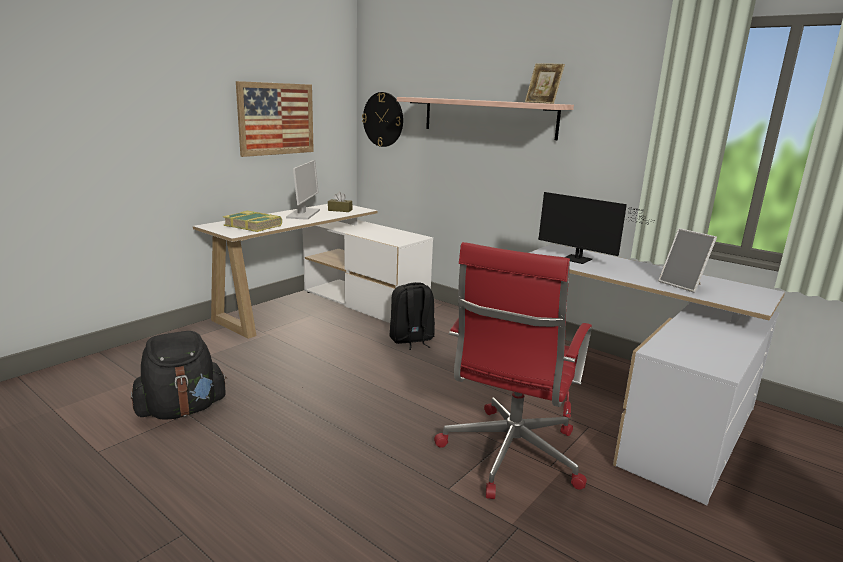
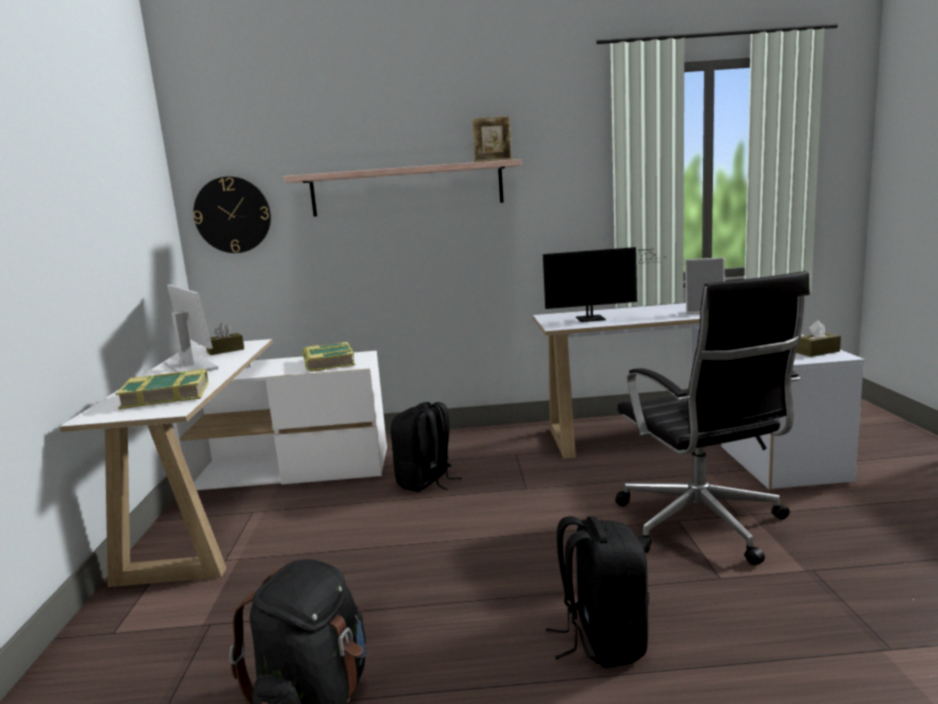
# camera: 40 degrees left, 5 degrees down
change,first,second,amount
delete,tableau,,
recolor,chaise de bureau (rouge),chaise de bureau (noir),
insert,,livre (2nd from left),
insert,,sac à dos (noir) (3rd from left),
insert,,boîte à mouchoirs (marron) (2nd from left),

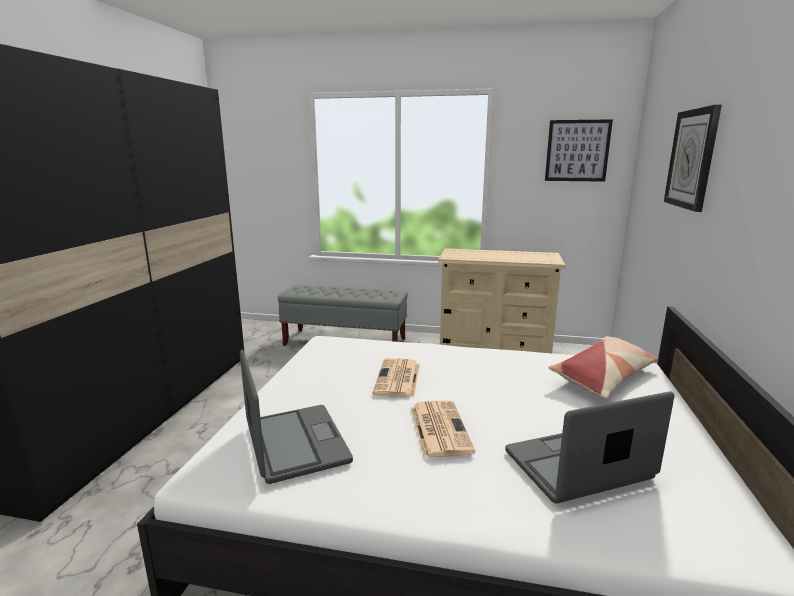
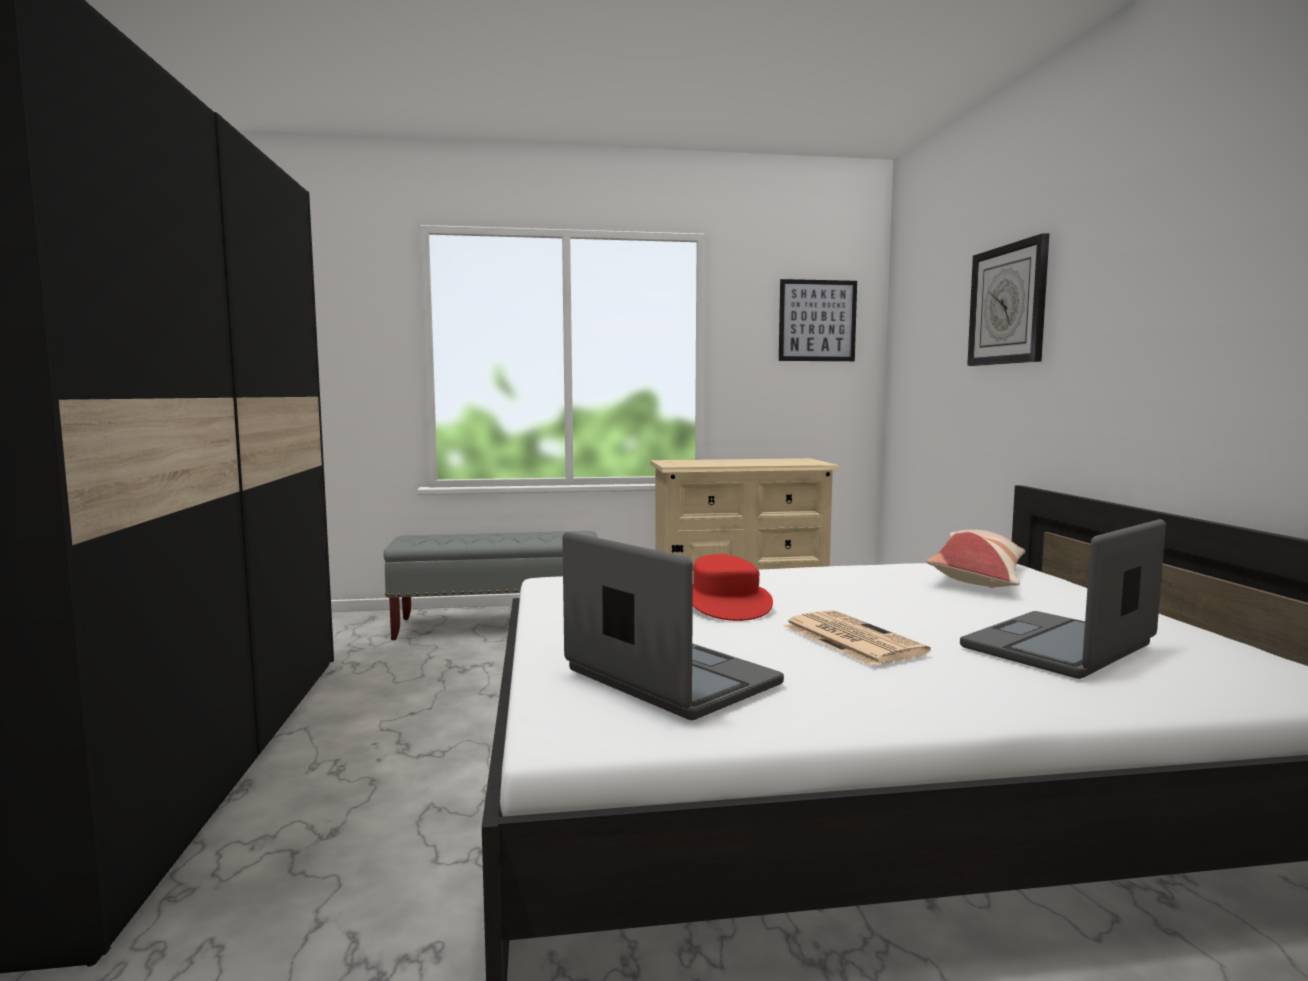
# camera: 20 degrees left, 10 degrees down
change,first,second,amount
replace,journal (1st from left),chapeau (rouge),

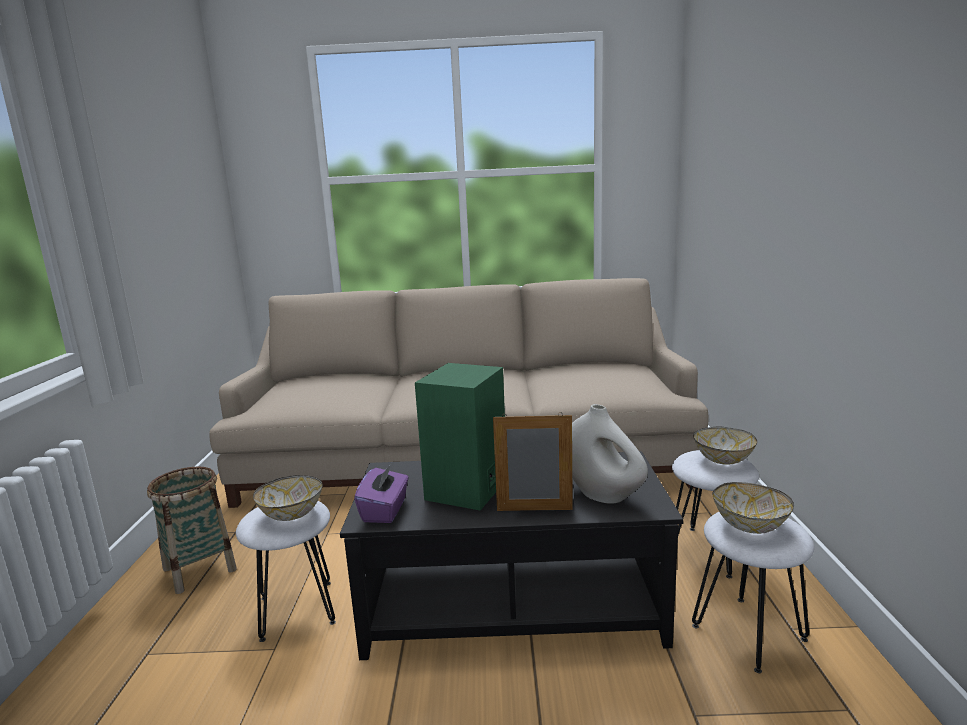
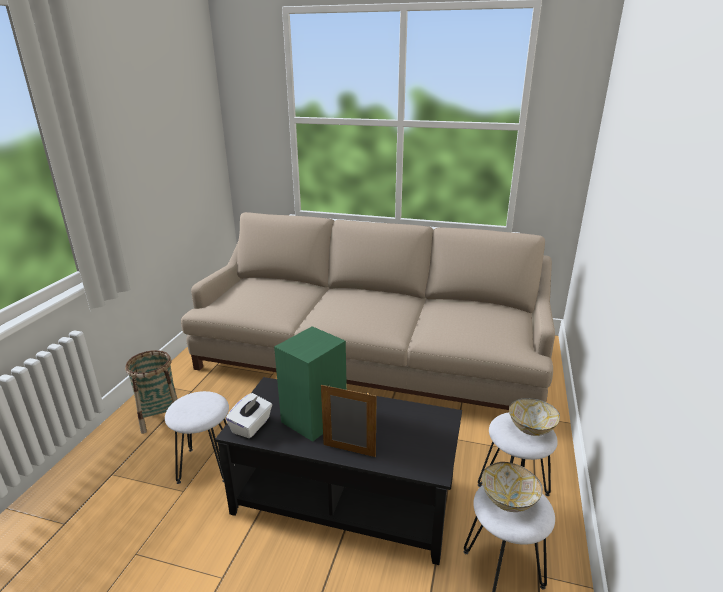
# camera: 15 degrees right, 10 degrees up
change,first,second,amount
delete,bol (1st from left),,
recolor,boîte à mouchoirs (violet),boîte à mouchoirs (blanc),
delete,vase (blanc),,

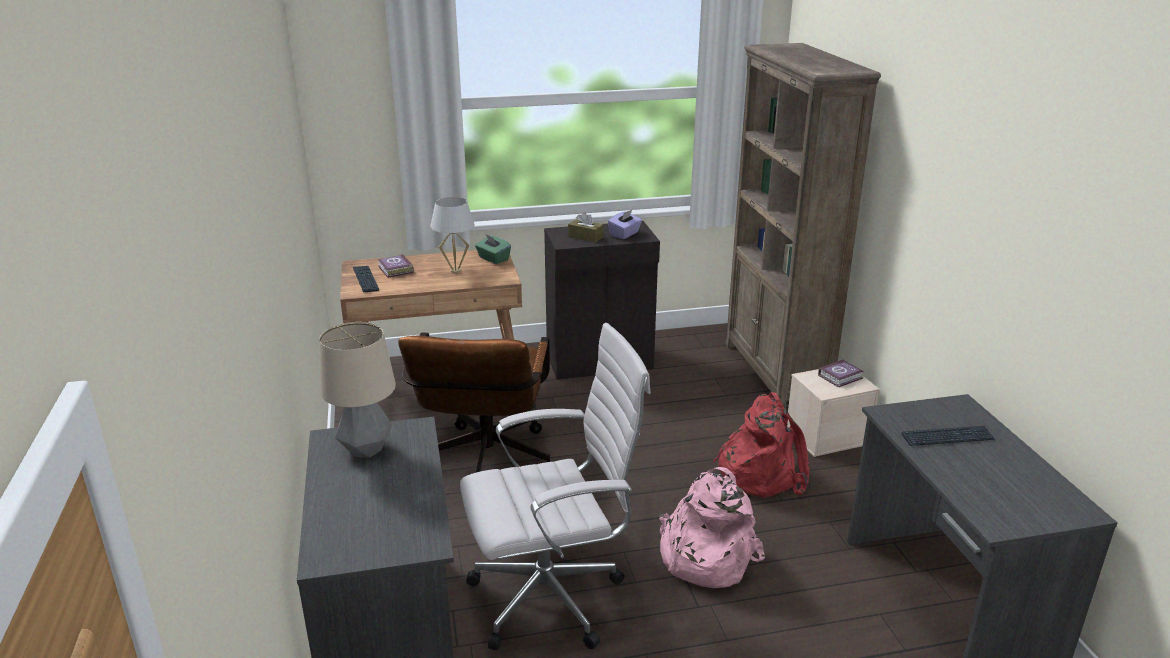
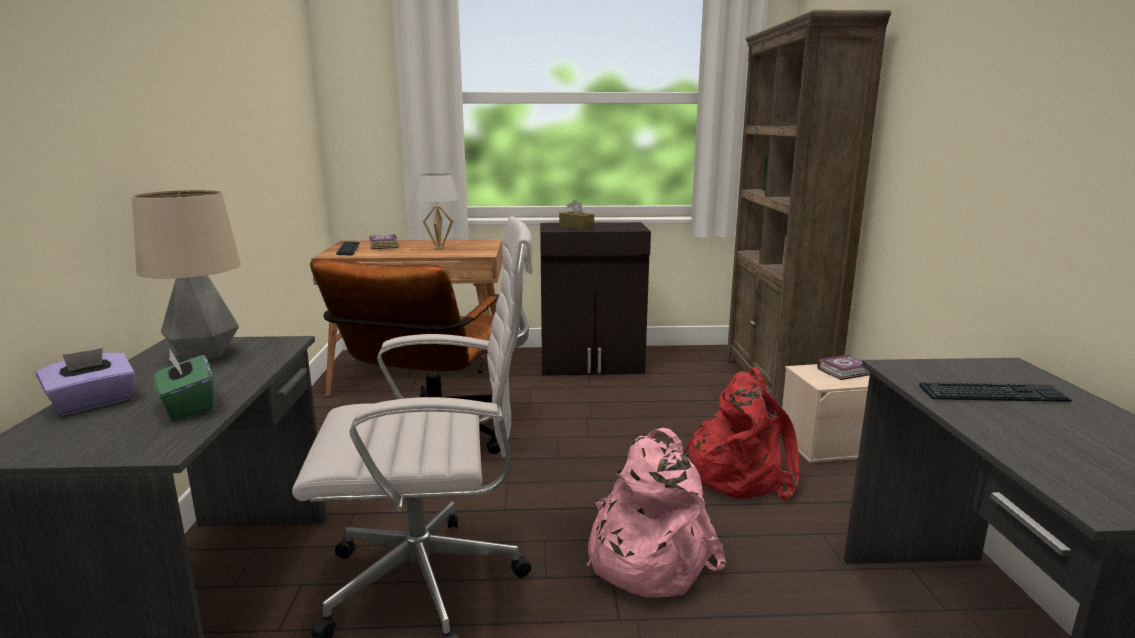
# camera: 10 degrees right, 10 degrees down
change,first,second,amount
move,boîte à mouchoirs (vert),,
move,boîte à mouchoirs (violet),,

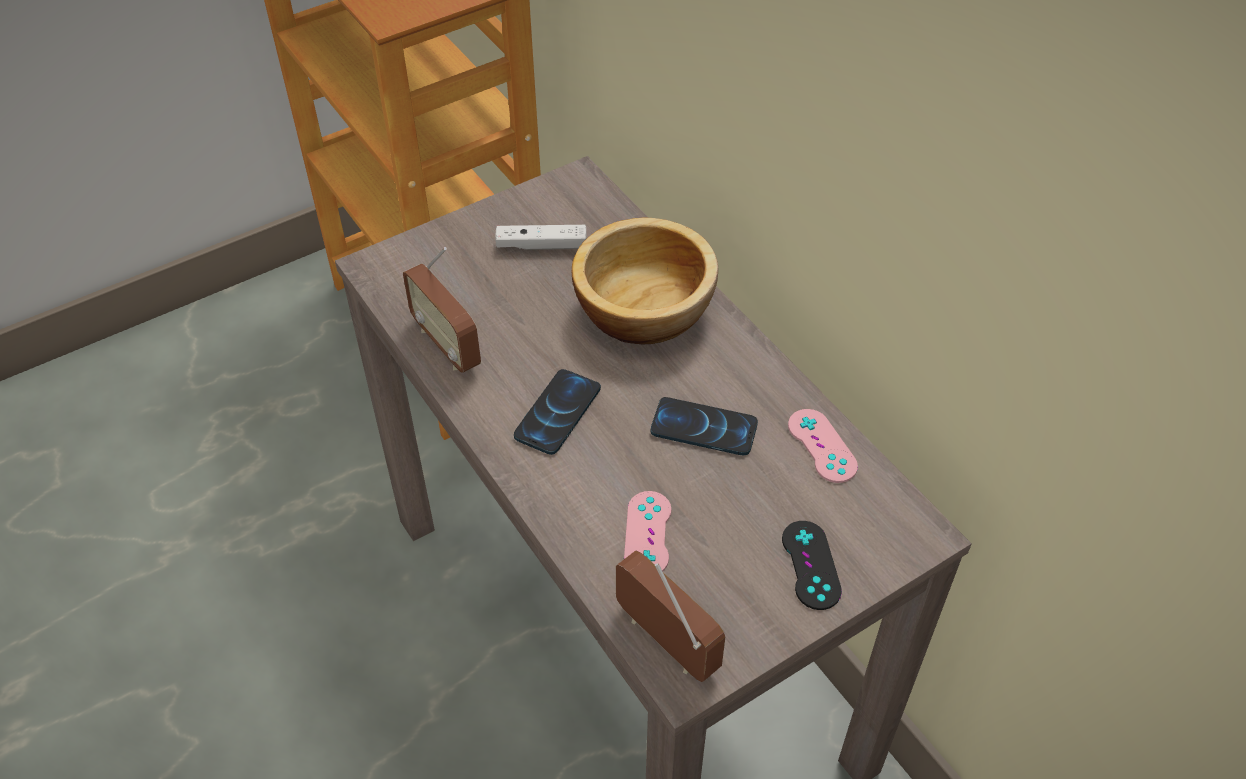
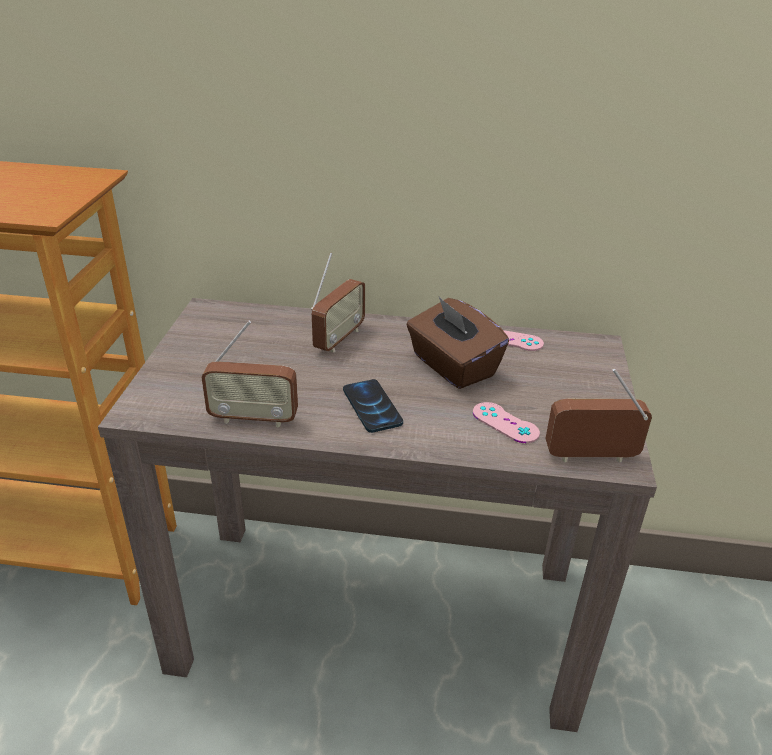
# camera: 50 degrees left, 15 degrees down
change,first,second,amount
delete,manette (blanc),,
replace,bol,radio (2nd from left),
replace,téléphone (2nd from left),boîte à mouchoirs (marron),
delete,manette (noir),,

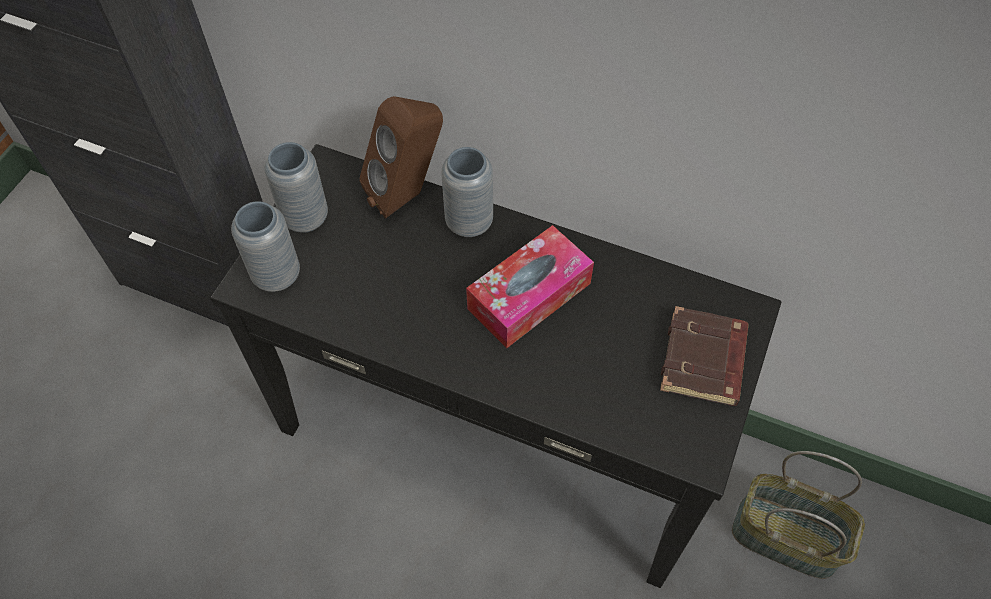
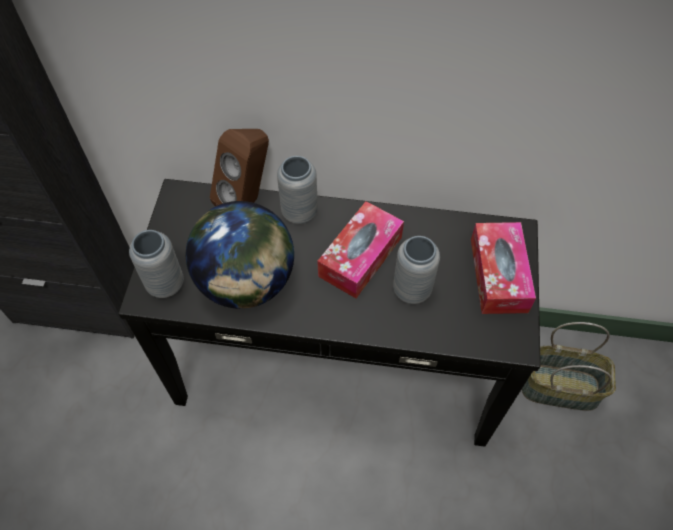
# camera: 15 degrees left, 0 degrees up
change,first,second,amount
move,vase (gris) (2nd from left in the first image),vase (gris) (3rd from left),
replace,livre (marron),boîte à mouchoirs (2nd from left),
insert,,globe,

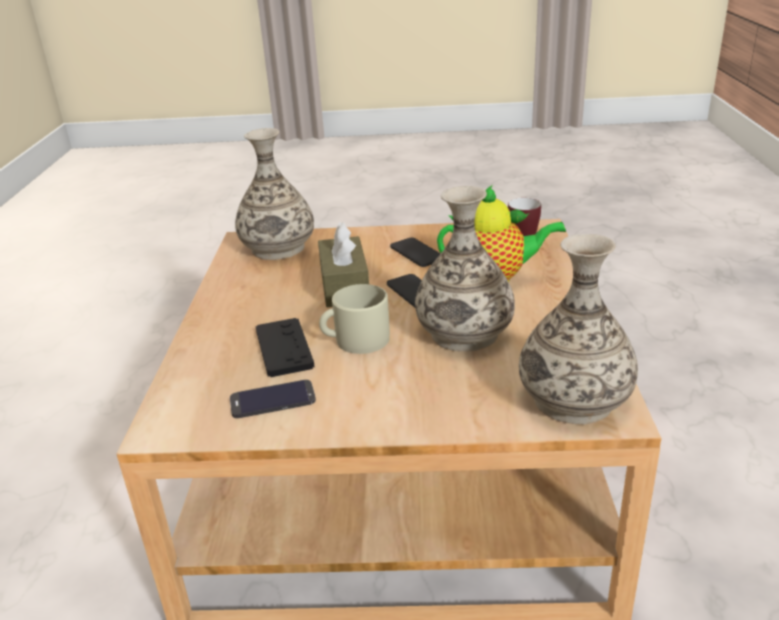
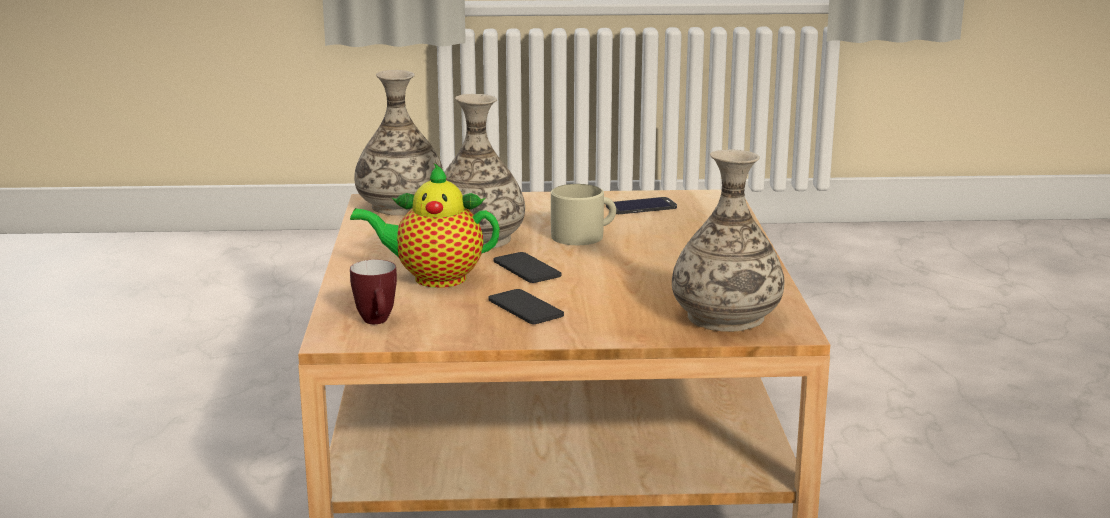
# camera: 175 degrees right, 10 degrees down
change,first,second,amount
delete,manette (noir),,
delete,boîte à mouchoirs (marron),,

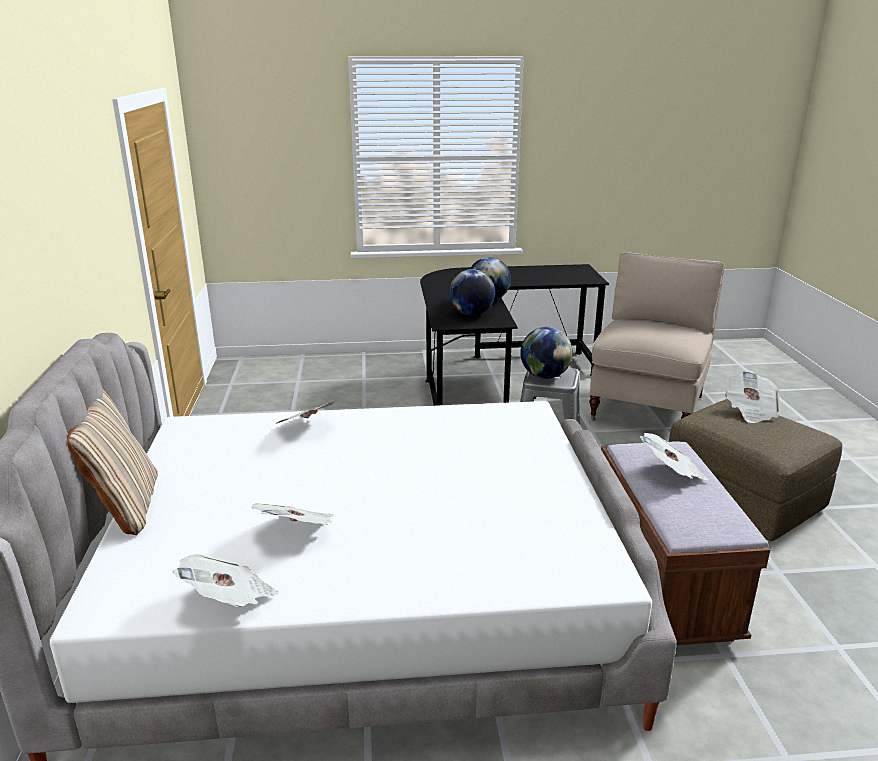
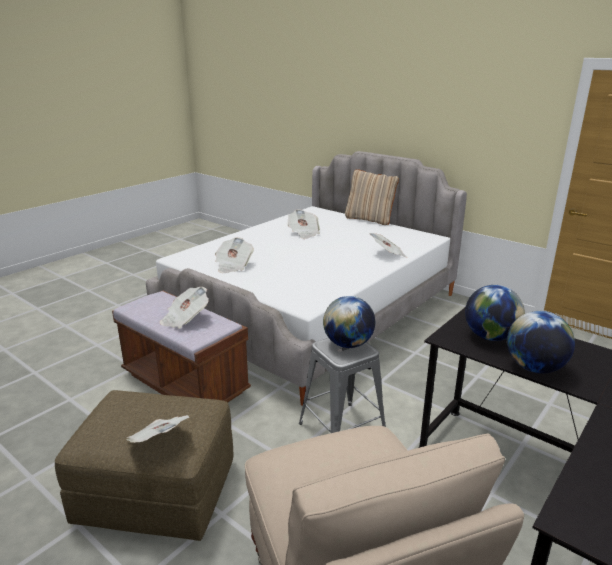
# camera: 135 degrees right, 0 degrees up
change,first,second,amount
move,journal (1st from left in the first image),journal (3rd from left),

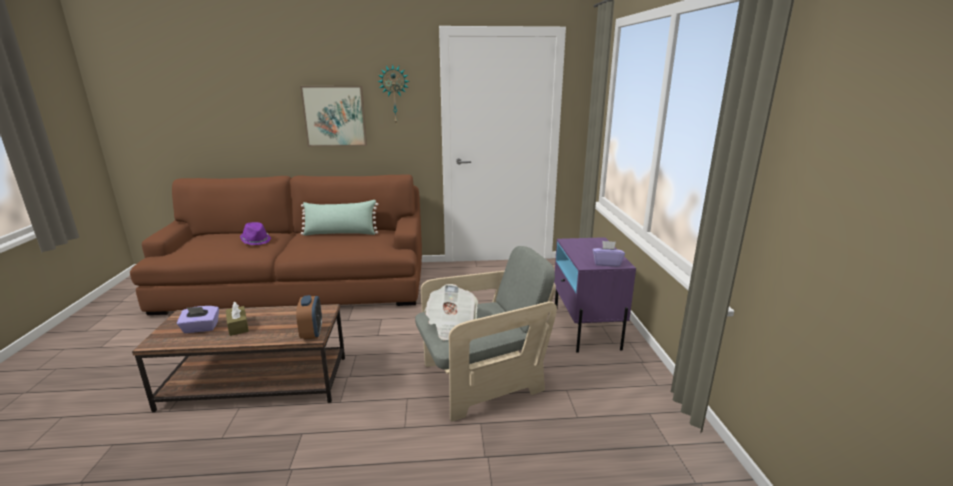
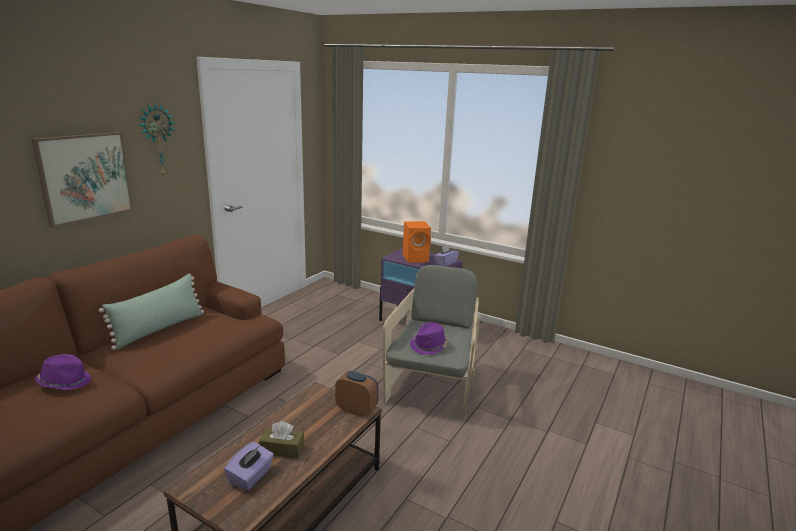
# camera: 55 degrees left, 0 degrees up
change,first,second,amount
replace,journal,chapeau (violet) (2nd from left),
insert,,enceinte (orange),

